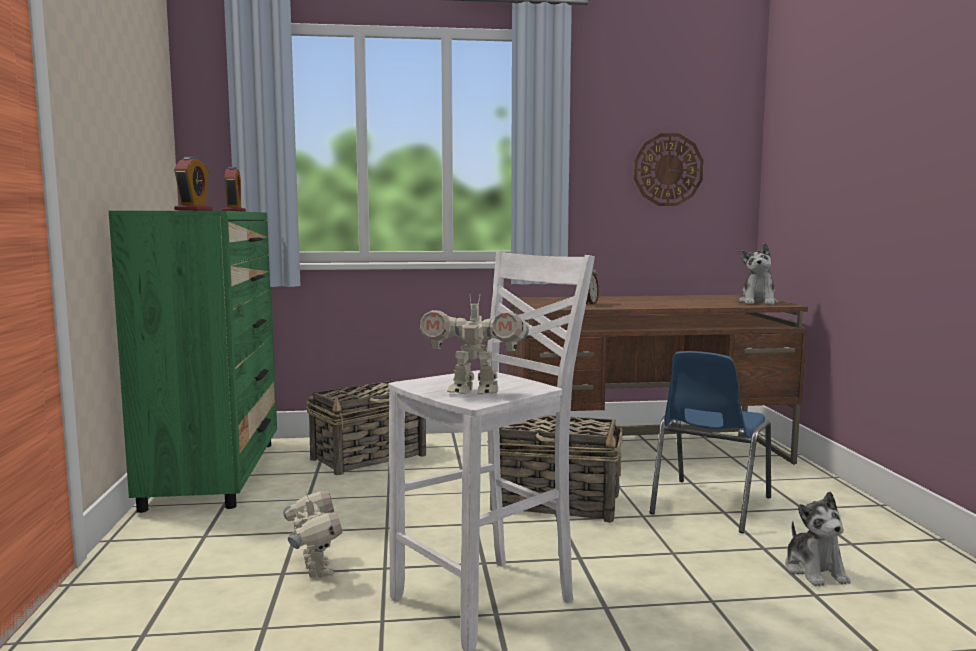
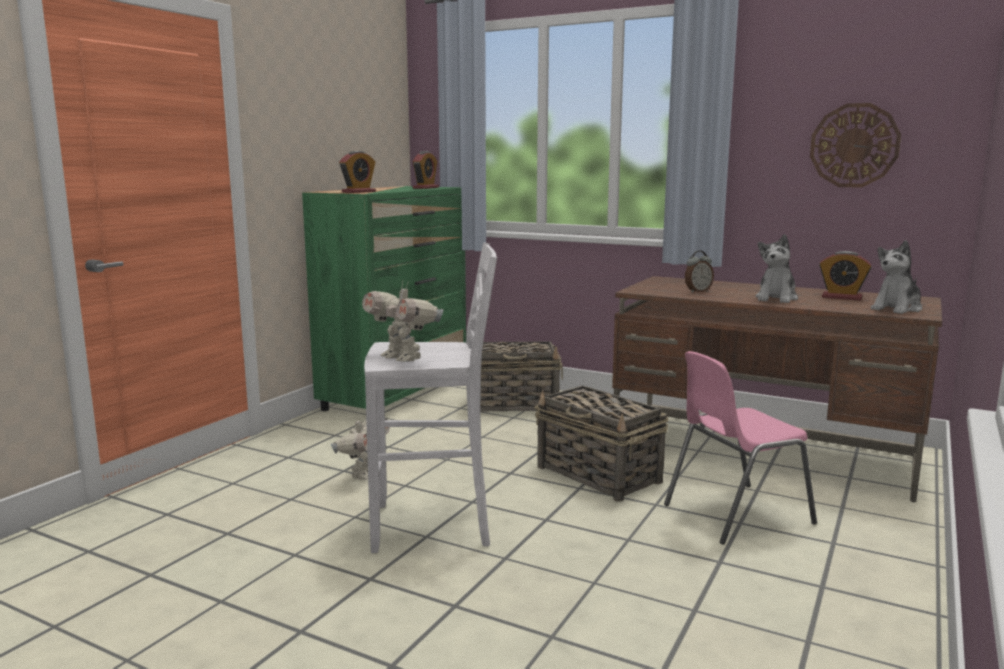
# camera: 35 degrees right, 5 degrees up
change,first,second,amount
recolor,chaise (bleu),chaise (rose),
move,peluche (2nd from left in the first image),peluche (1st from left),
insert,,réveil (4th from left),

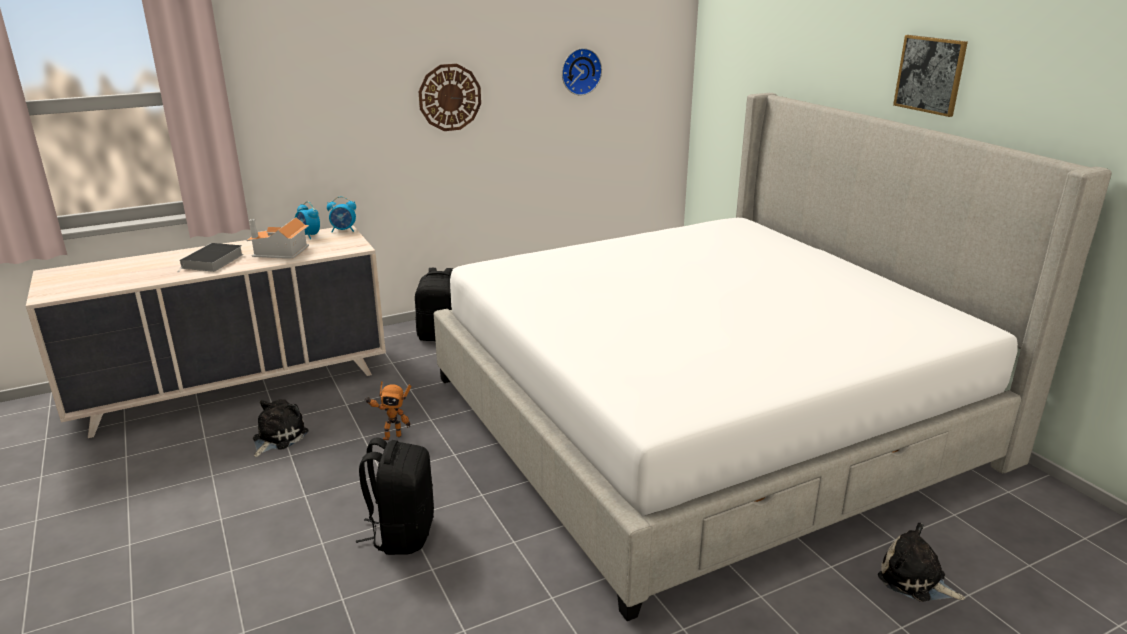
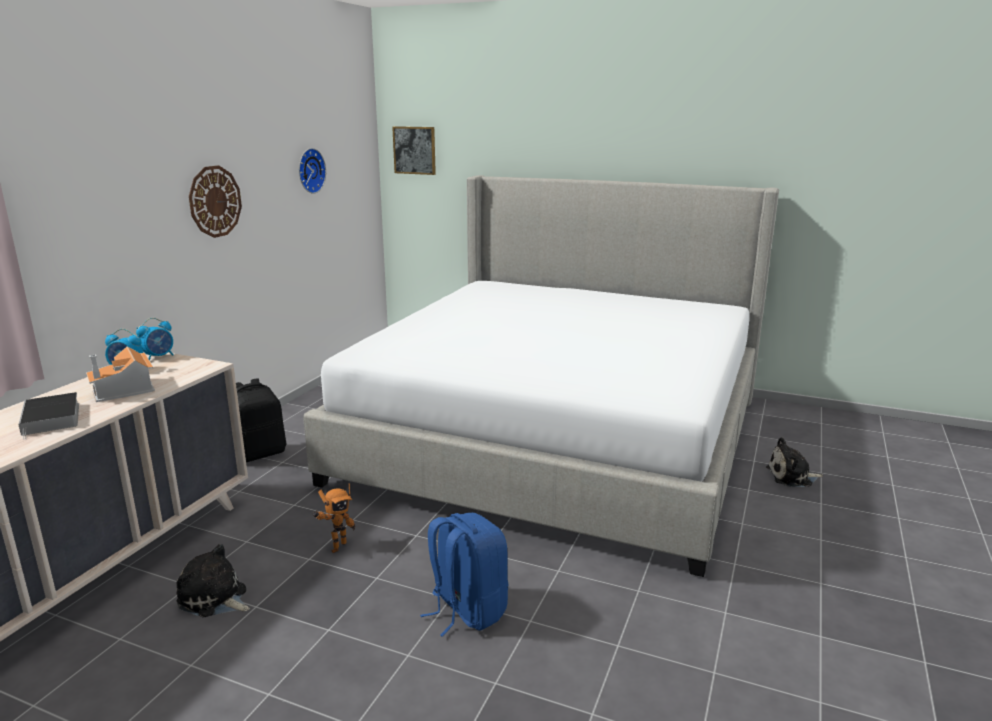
# camera: 40 degrees left, 5 degrees down
change,first,second,amount
rotate,peluche (1st from left),,45 degrees counterclockwise
recolor,sac à dos (noir) (1st from left),sac à dos (bleu),
move,tableau,,

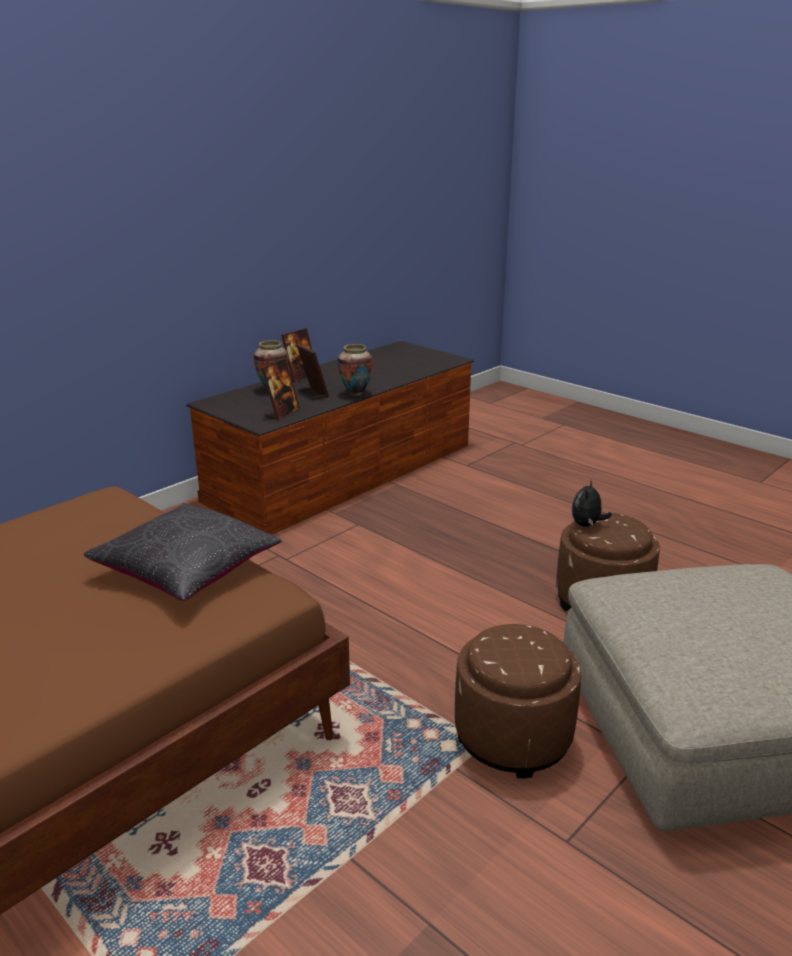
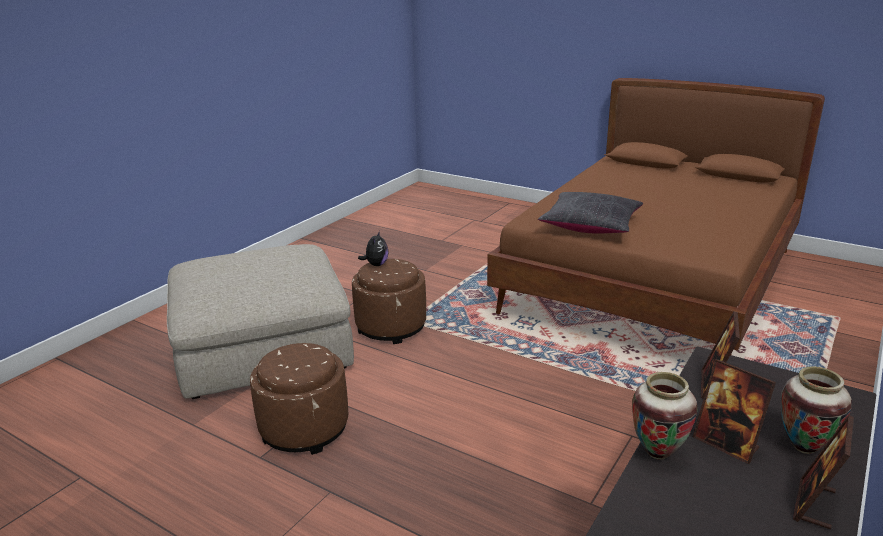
# camera: 170 degrees right, 0 degrees up
change,first,second,amount
move,peluche,,

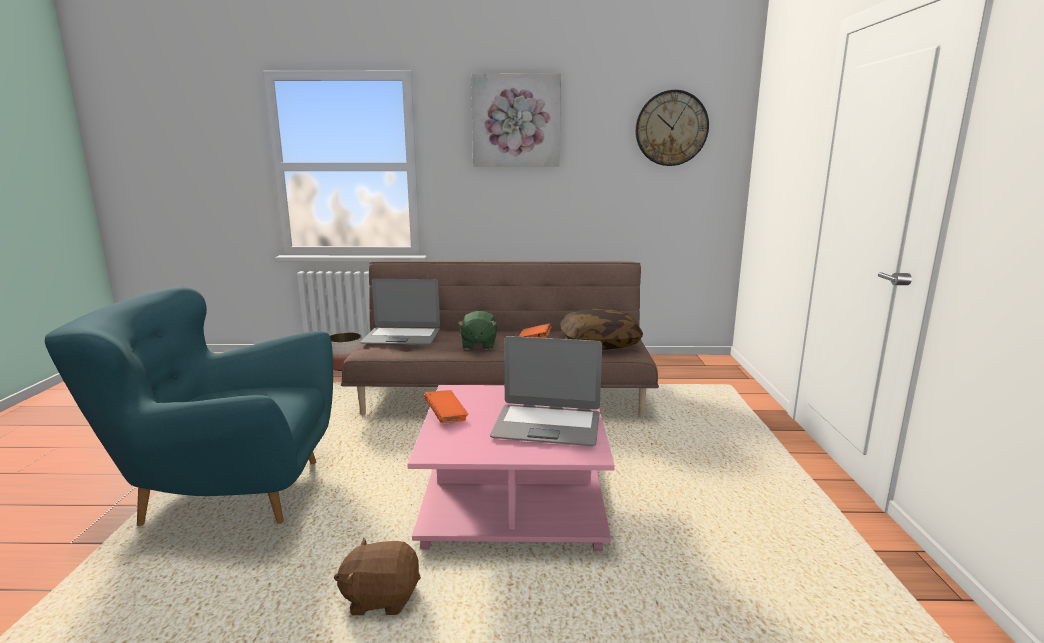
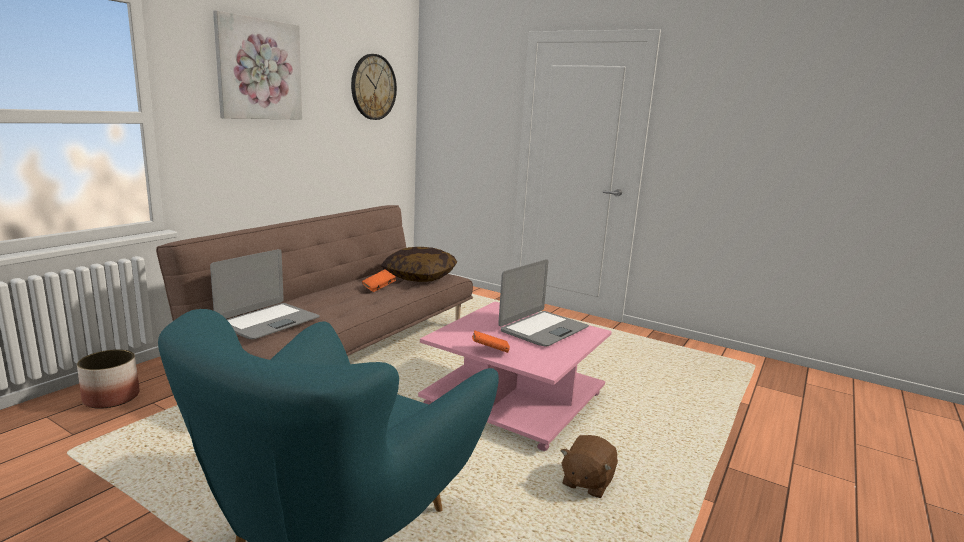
# camera: 60 degrees left, 0 degrees up
change,first,second,amount
delete,peluche (vert),,

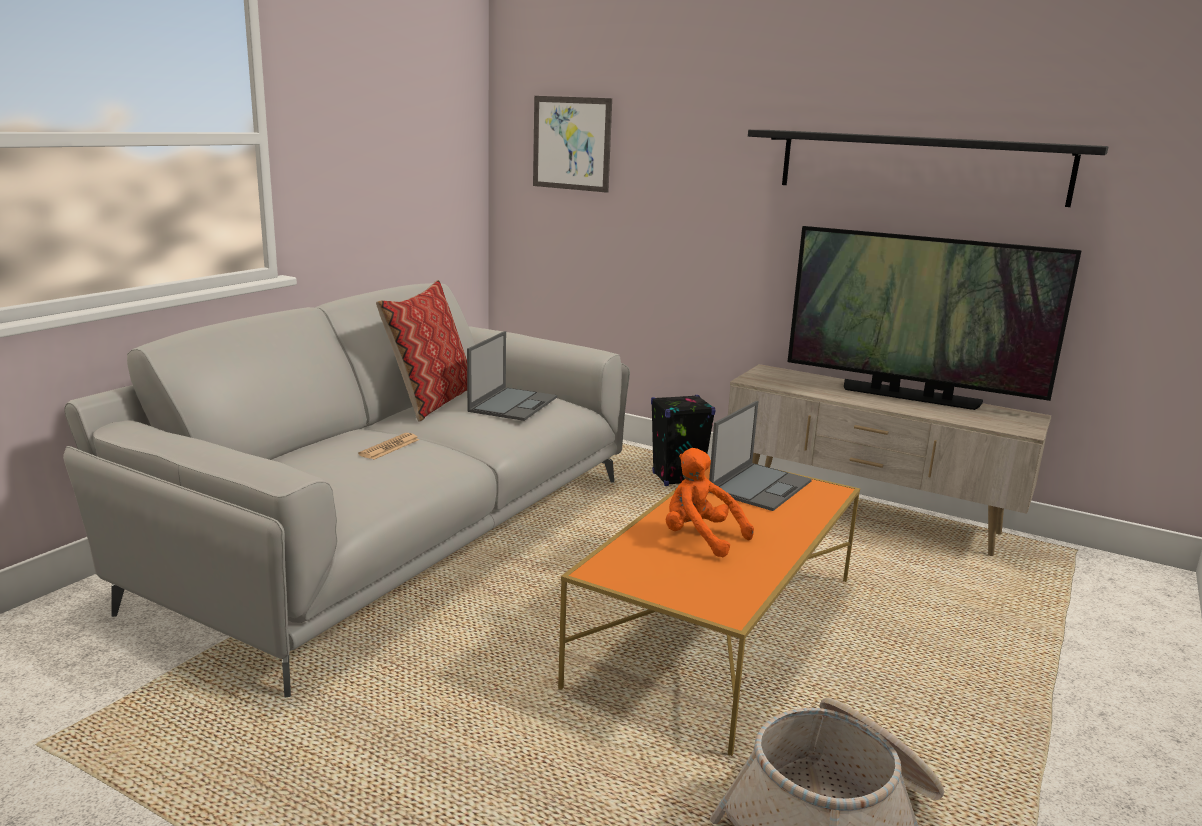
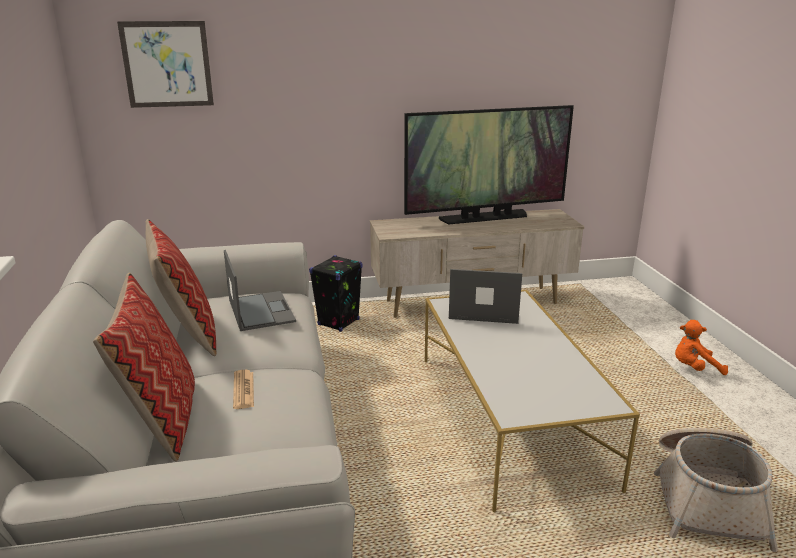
# camera: 40 degrees left, 5 degrees up
change,first,second,amount
recolor,table basse (orange),table basse (blanc),
move,peluche (orange),,
rotate,ordinateur portable (2nd from left),,75 degrees counterclockwise
delete,étagère (noir),,
insert,,coussin (1st from left),

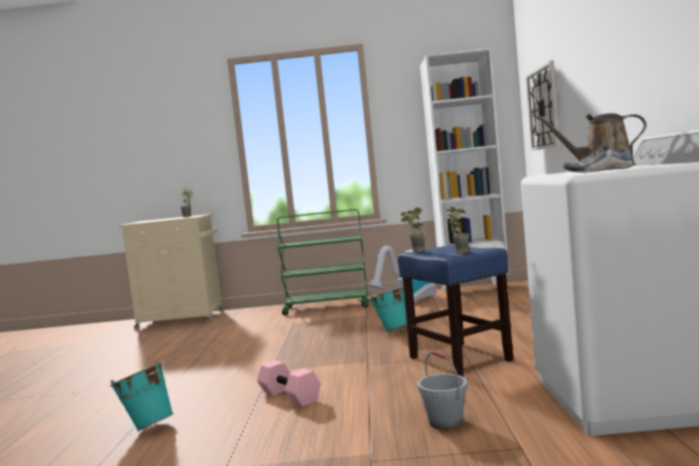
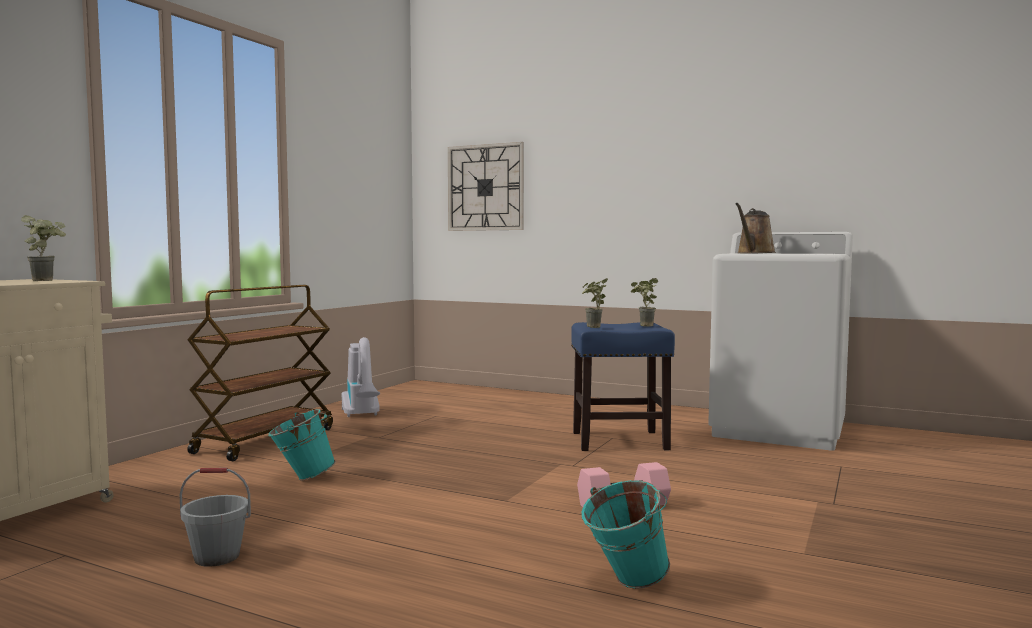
# camera: 65 degrees left, 0 degrees up
change,first,second,amount
recolor,chariot (vert),chariot (marron),
move,seau (turquoise) (2nd from left in the first image),seau (turquoise) (1st from left),
move,seau (gris),,
delete,bibliothèque (blanc),,
delete,chaussure,,

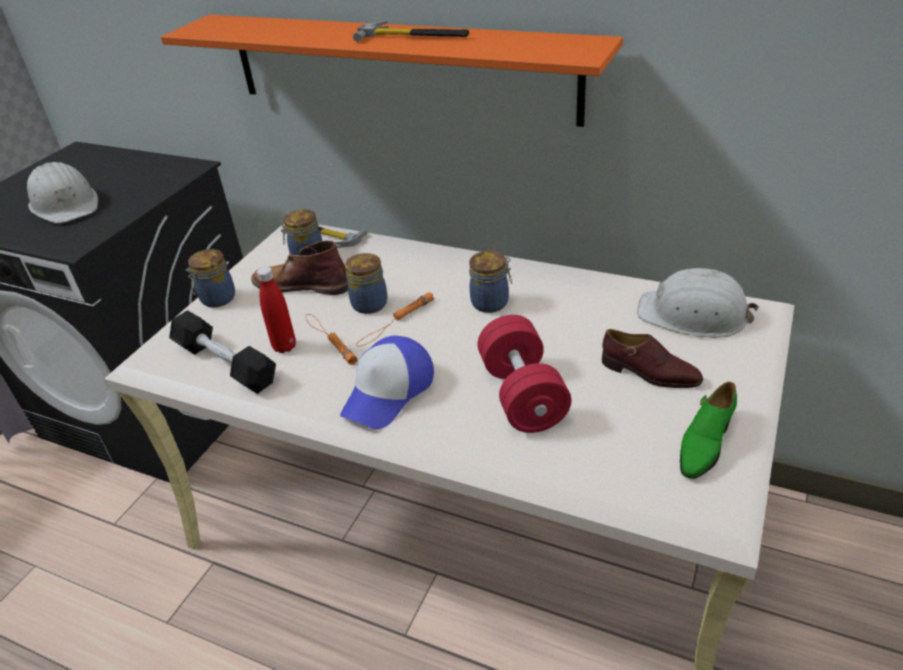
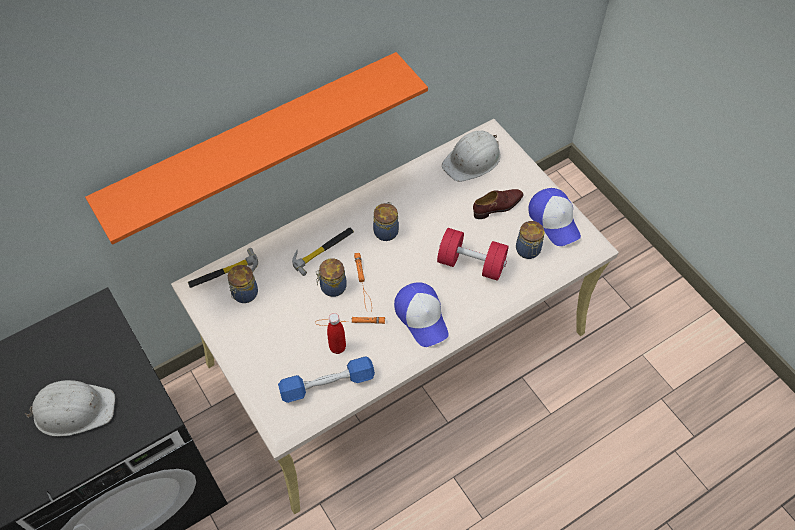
# camera: 60 degrees left, 20 degrees up
change,first,second,amount
recolor,haltère (noir),haltère (bleu),
move,bocal (1st from left in the first image),bocal (4th from left),
delete,botte (marron),,
move,marteau (2nd from left),,
replace,chaussure (vert),casquette (2nd from left),

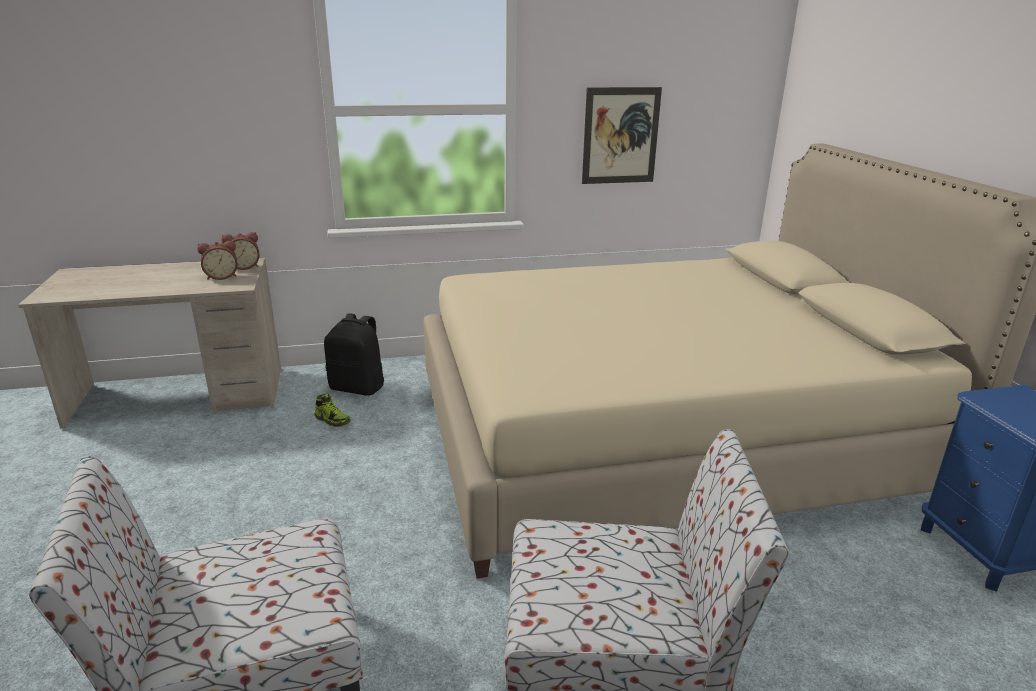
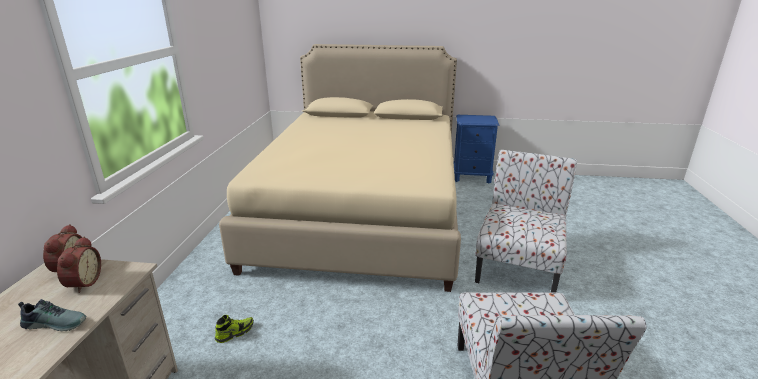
# camera: 70 degrees left, 0 degrees up
change,first,second,amount
delete,sac à dos (noir),,
delete,tableau,,
insert,,chaussure (1st from left),

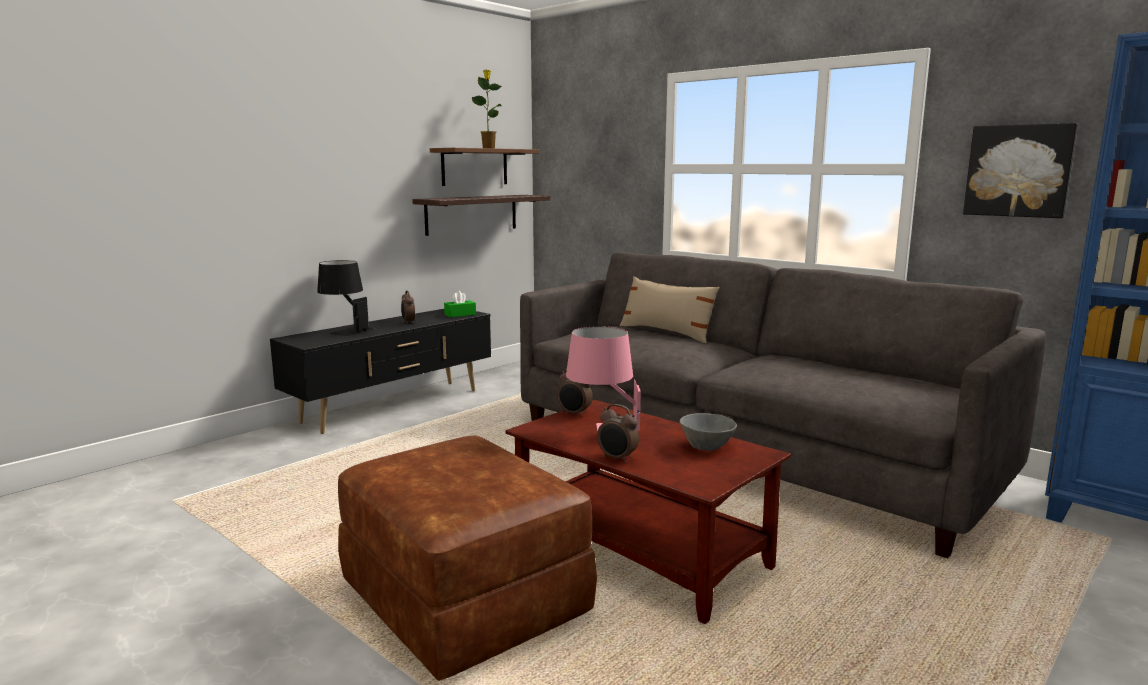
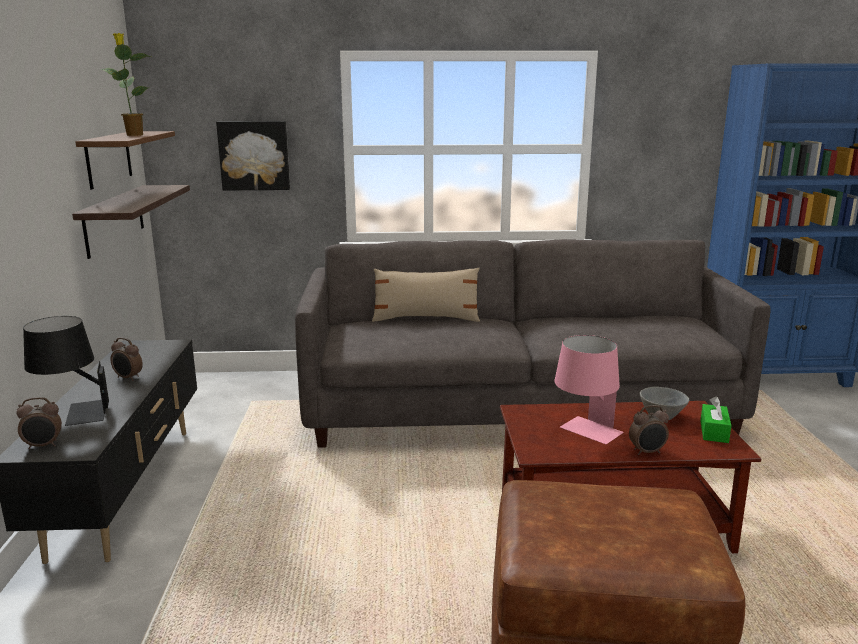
# camera: 45 degrees left, 5 degrees up
change,first,second,amount
move,boîte à mouchoirs (vert),,
move,réveil (2nd from left in the first image),réveil (1st from left),
move,tableau,,

